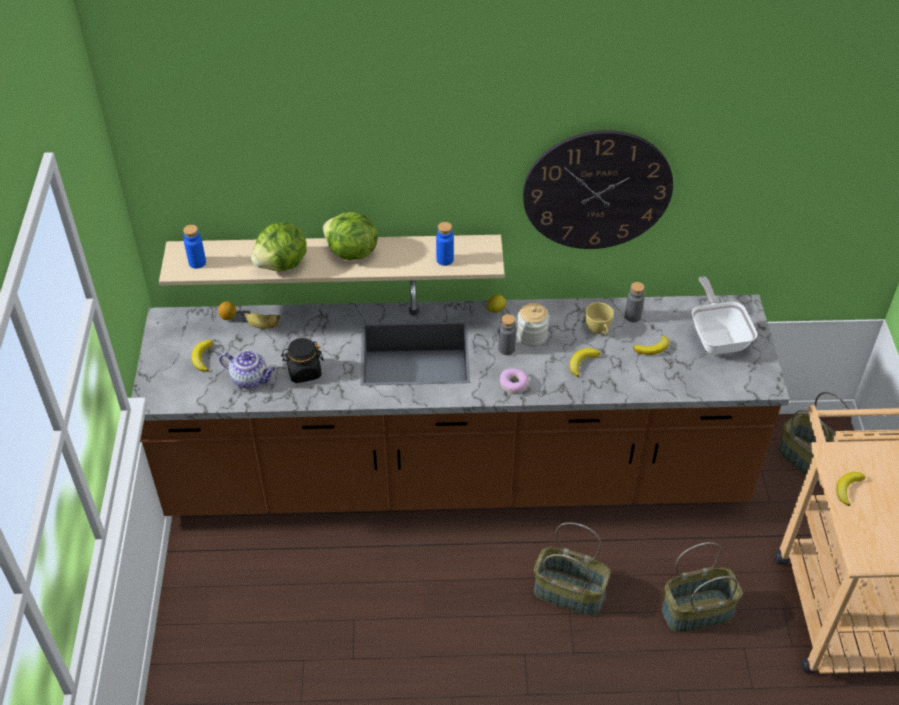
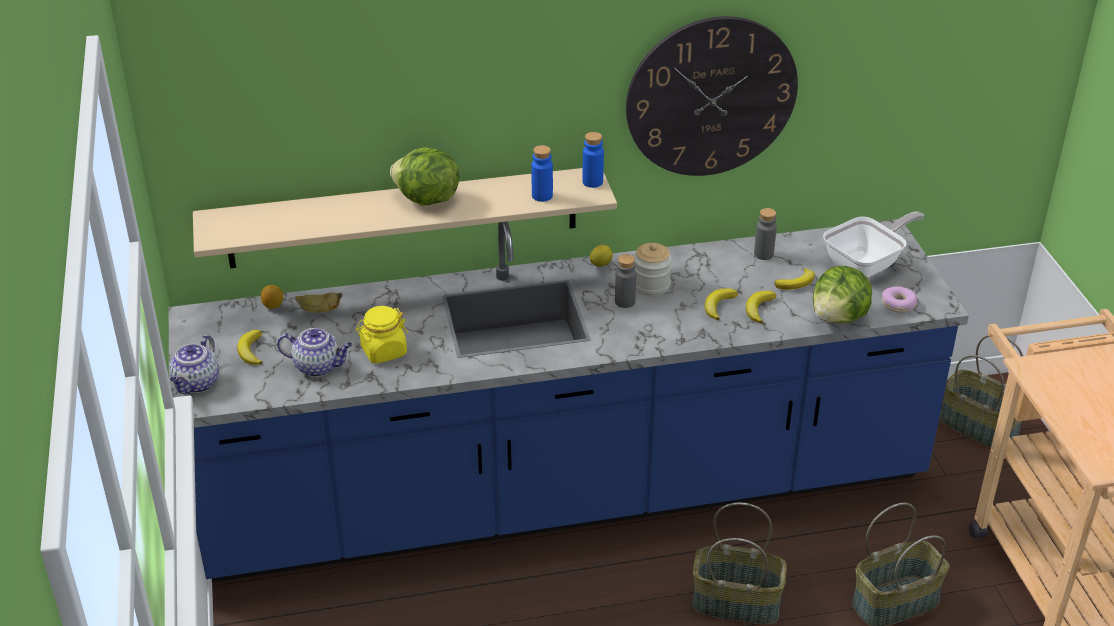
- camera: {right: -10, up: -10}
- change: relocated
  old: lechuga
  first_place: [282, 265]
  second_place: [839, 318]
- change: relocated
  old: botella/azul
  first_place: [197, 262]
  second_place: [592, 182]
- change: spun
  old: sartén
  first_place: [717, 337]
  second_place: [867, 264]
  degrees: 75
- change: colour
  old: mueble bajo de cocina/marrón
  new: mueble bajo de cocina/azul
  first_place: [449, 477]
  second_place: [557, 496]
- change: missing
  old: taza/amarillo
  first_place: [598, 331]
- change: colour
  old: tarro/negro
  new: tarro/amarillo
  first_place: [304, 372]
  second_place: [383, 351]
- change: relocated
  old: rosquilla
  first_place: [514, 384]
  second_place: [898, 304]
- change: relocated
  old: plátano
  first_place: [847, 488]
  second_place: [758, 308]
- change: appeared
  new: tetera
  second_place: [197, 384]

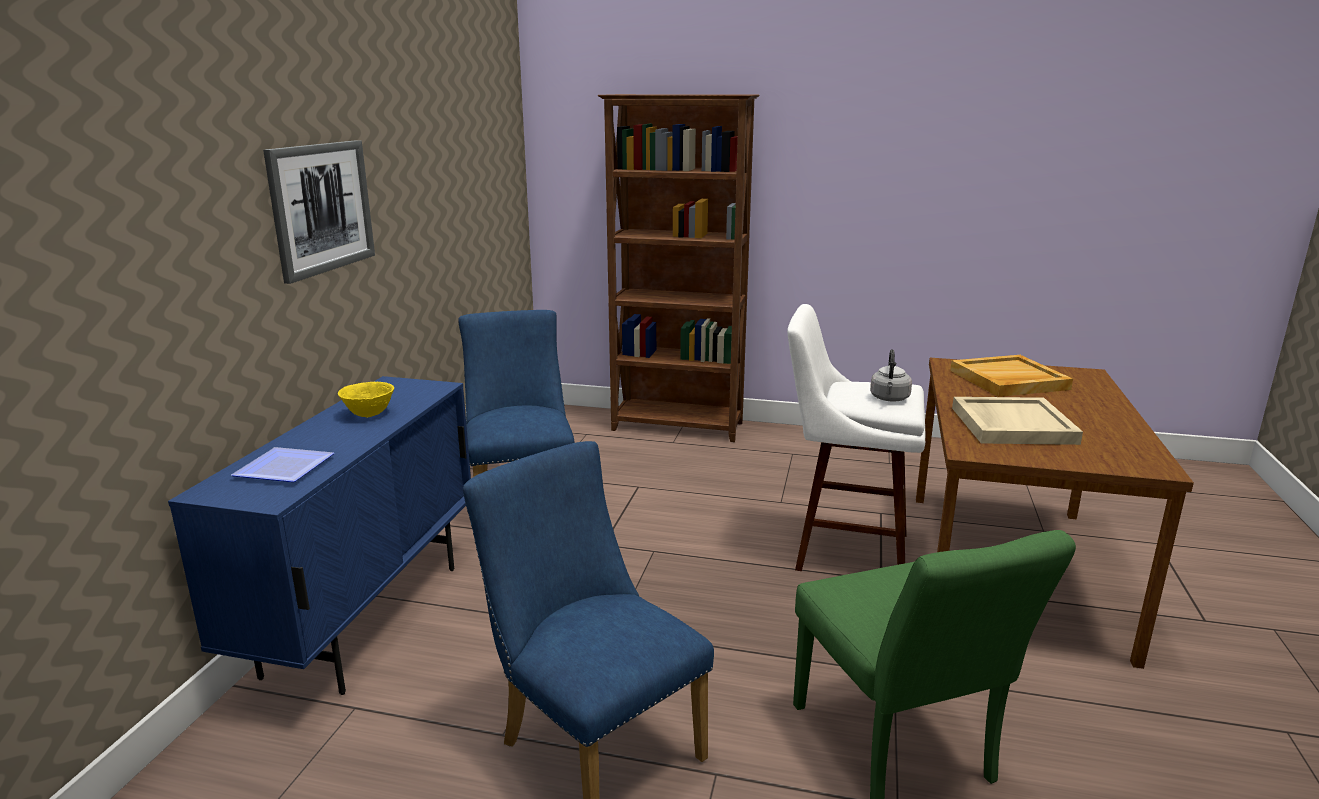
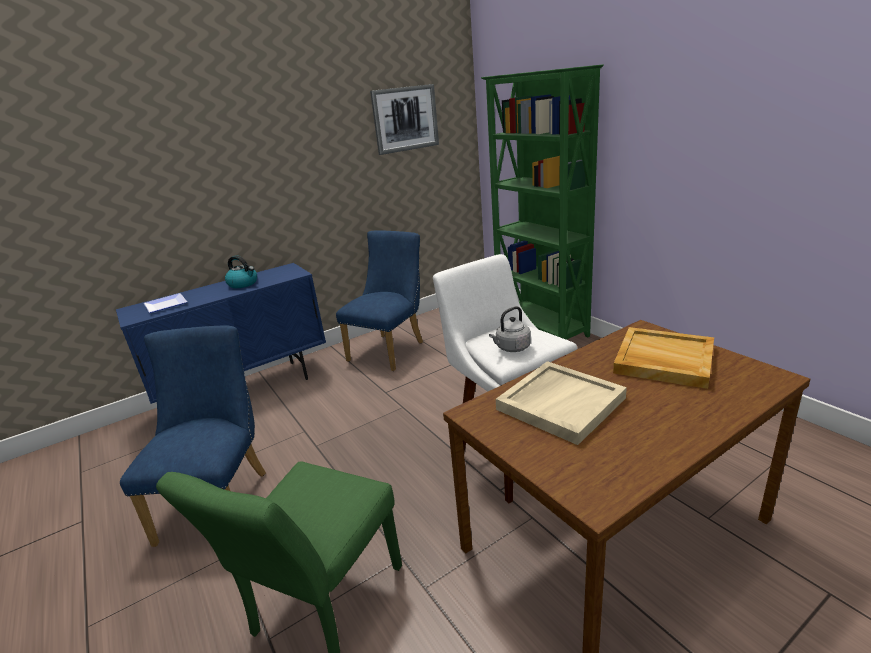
- camera: {right: 45, up: 5}
- change: colour
  old: estantería/marrón
  new: estantería/verde
  first_place: [678, 427]
  second_place: [541, 328]
- change: relocated
  old: cuadro
  first_place: [321, 208]
  second_place: [405, 119]
- change: exchanged
  old: cuenco/amarillo
  new: hervidor
  first_place: [368, 414]
  second_place: [243, 284]

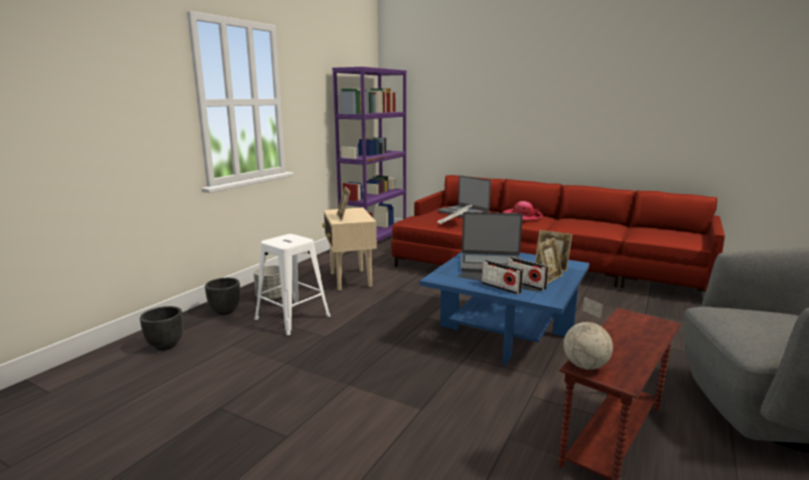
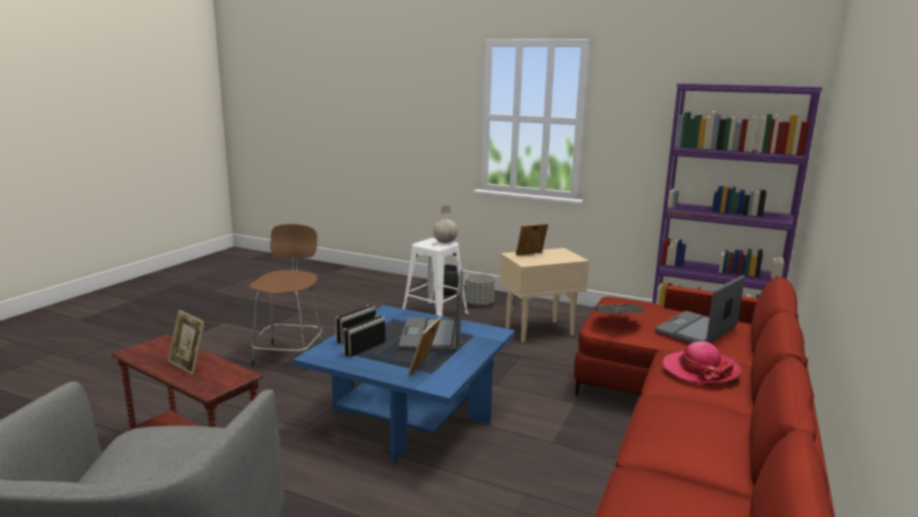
- camera: {right: 85, up: 0}
- change: relocated
  old: portarretratos
  first_place: [549, 278]
  second_place: [188, 365]
- change: relocated
  old: globo terráqueo
  first_place: [585, 365]
  second_place: [445, 243]
- change: missing
  old: maceta/negro
  first_place: [165, 345]
- change: appeared
  new: taburete/marrón
  second_place: [289, 355]

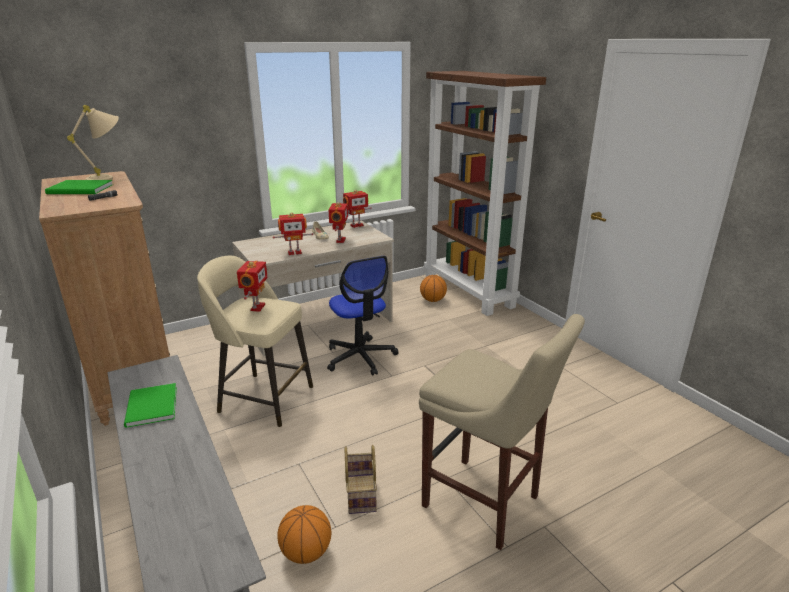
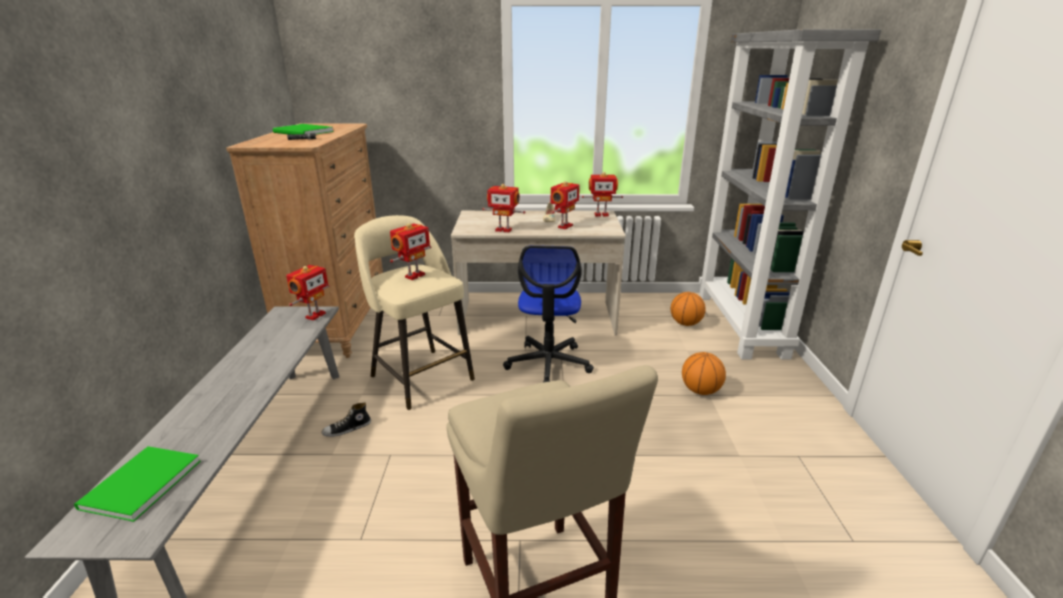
- camera: {right: 30, up: 0}
- change: colour
  old: estantería/marrón
  new: estantería/gris
  first_place: [469, 291]
  second_place: [741, 324]
- change: missing
  old: lámpara de mesa/beis
  first_place: [109, 178]
- change: relocated
  old: libro/verde
  first_place: [150, 408]
  second_place: [137, 485]
- change: missing
  old: cesta
  first_place: [360, 493]
- change: relocated
  old: balón de baloncesto
  first_place: [306, 552]
  second_place: [700, 391]
- change: appeared
  new: robot de juguete
  second_place: [314, 315]
- change: appeared
  new: zapato
  second_place: [347, 429]

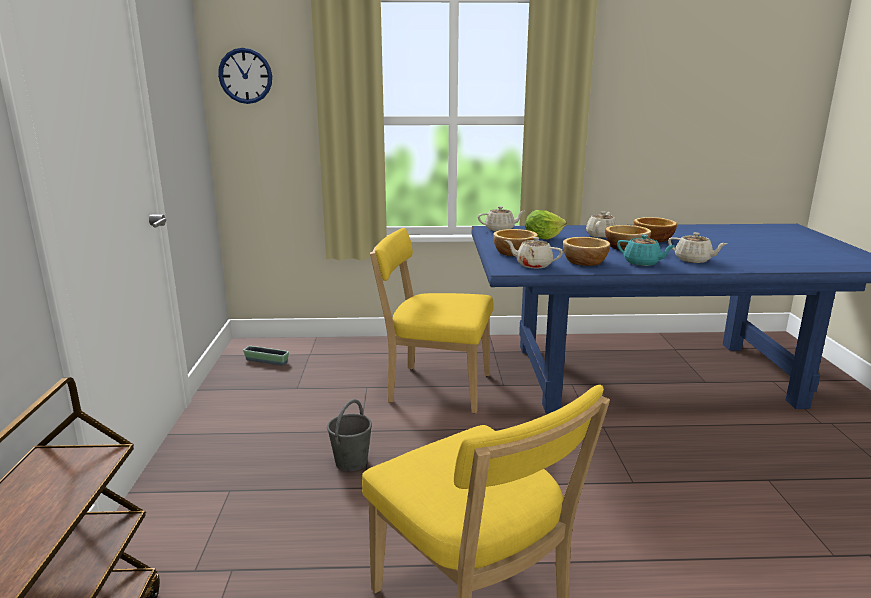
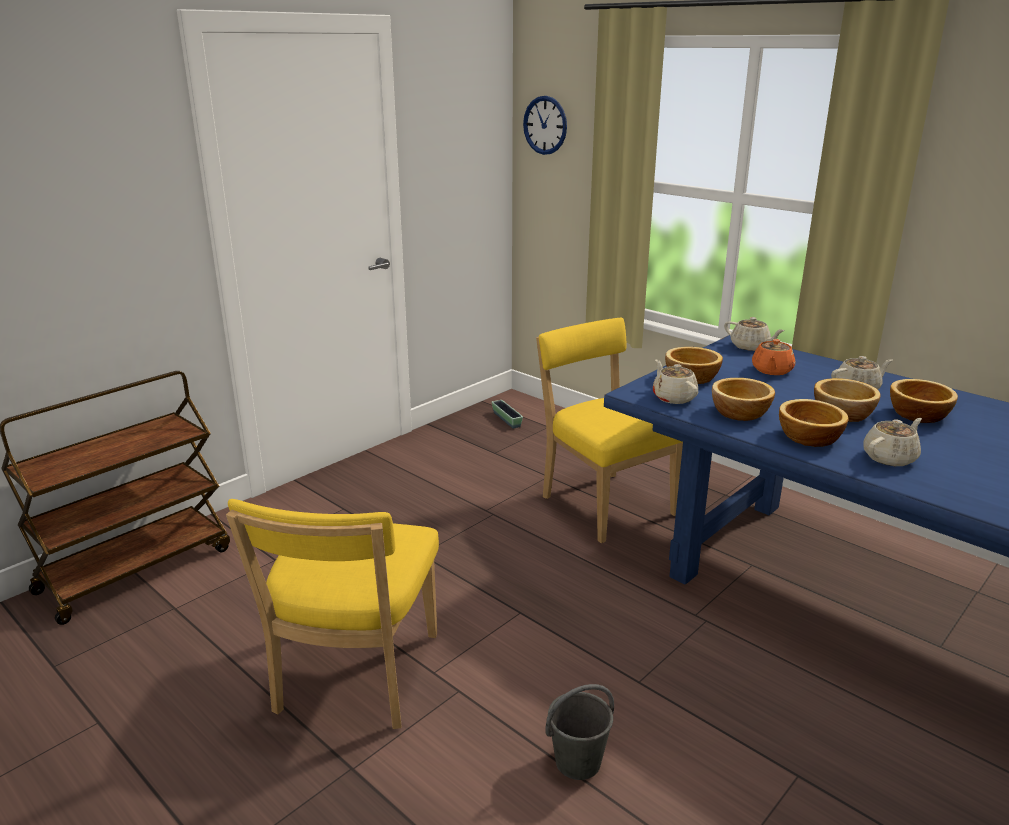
- camera: {right: 45, up: 5}
- change: exchanged
  old: lechuga
  new: tetera/naranja
  first_place: [542, 238]
  second_place: [771, 371]
- change: spun
  old: tetera/beis
  first_place: [693, 260]
  second_place: [890, 458]
  degrees: -120
- change: exchanged
  old: tetera/turquesa
  new: cuenco
  first_place: [642, 263]
  second_place: [807, 437]
- change: relocated
  old: cubo/gris
  first_place: [351, 462]
  second_place: [578, 761]

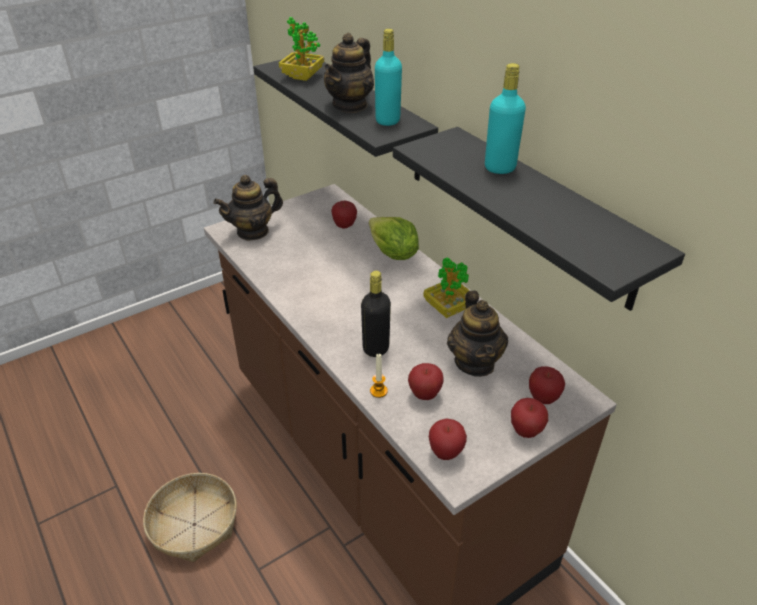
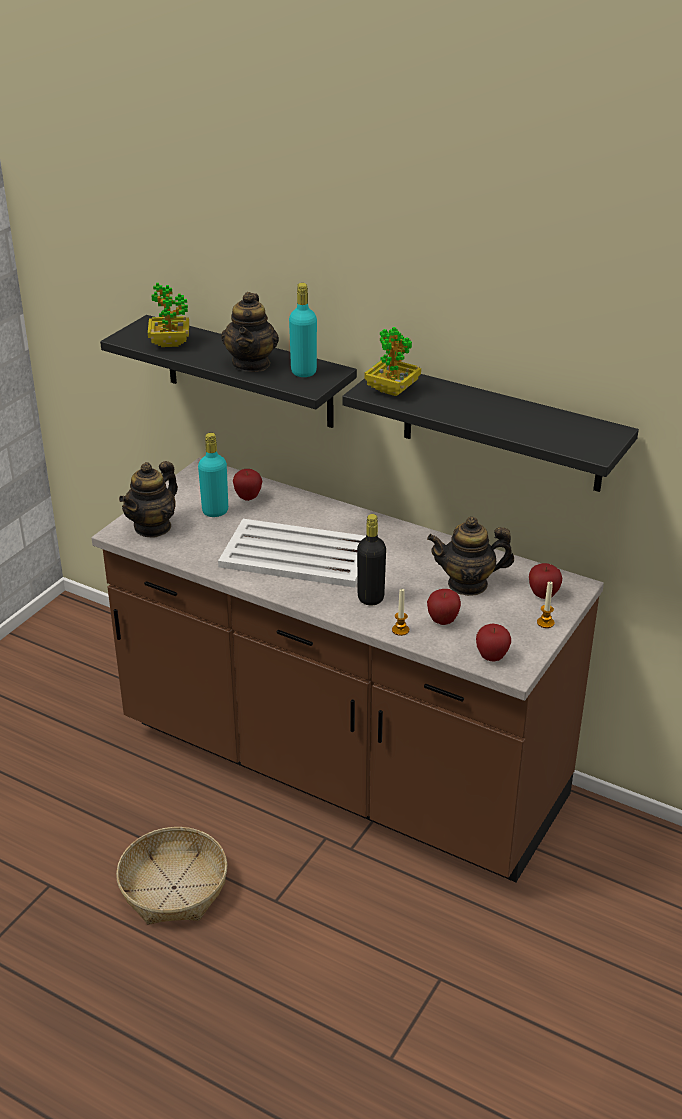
- camera: {right: -25, up: -5}
- change: relocated
  old: botella/turquesa
  first_place: [500, 168]
  second_place: [215, 511]
- change: missing
  old: lechuga
  first_place: [393, 254]
- change: relocated
  old: planta en maceta
  first_place: [448, 309]
  second_place: [392, 390]
- change: spun
  old: tetera
  first_place: [475, 362]
  second_place: [468, 584]
  degrees: 120
- change: exchanged
  old: manzana
  new: vela
  first_place: [526, 431]
  second_place: [545, 623]
- change: appeared
  new: bandeja/blanco
  second_place: [295, 554]

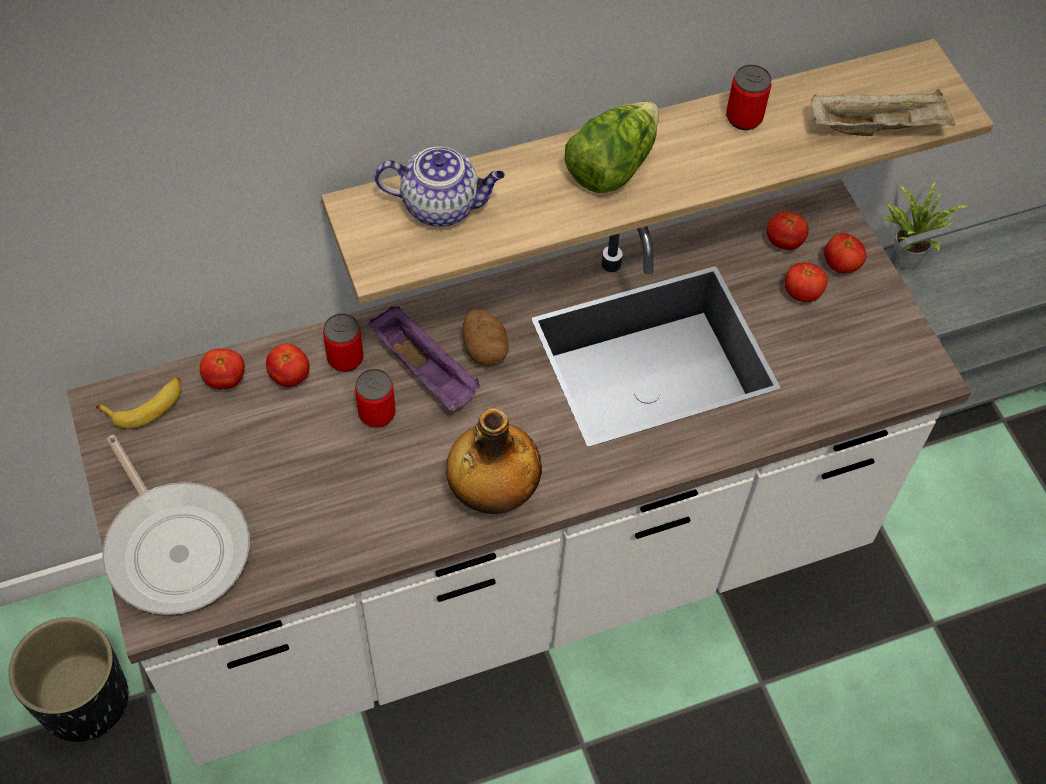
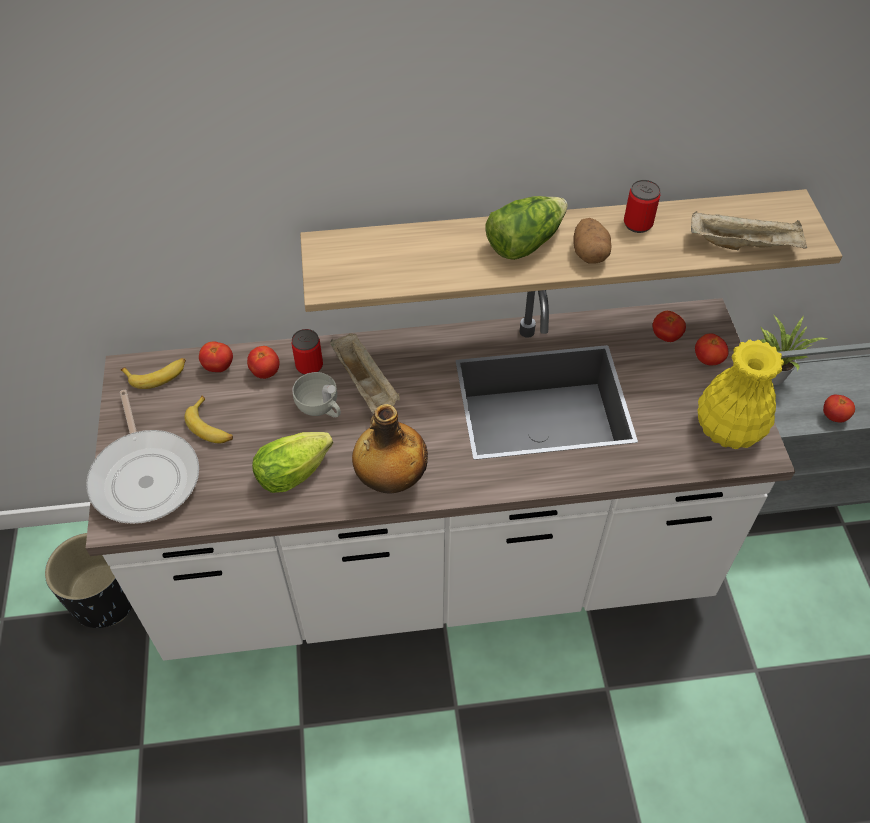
- camera: {right: 15, up: -5}
- change: missing
  old: tetera
  first_place: [442, 206]
- change: relocated
  old: tomate
  first_place: [802, 293]
  second_place: [834, 416]
- change: colour
  old: bandeja/morado
  new: bandeja/beis
  first_place: [426, 371]
  second_place: [366, 384]
- change: relocated
  old: patata
  first_place: [484, 348]
  second_place: [589, 253]
- change: exchanged
  old: lata
  new: taza/blanco
  first_place: [377, 413]
  second_place: [321, 408]
- change: appeared
  new: florero/amarillo
  second_place: [729, 430]
- change: appeared
  new: plátano
  second_place: [211, 426]
- change: appeared
  new: lechuga
  second_place: [297, 471]

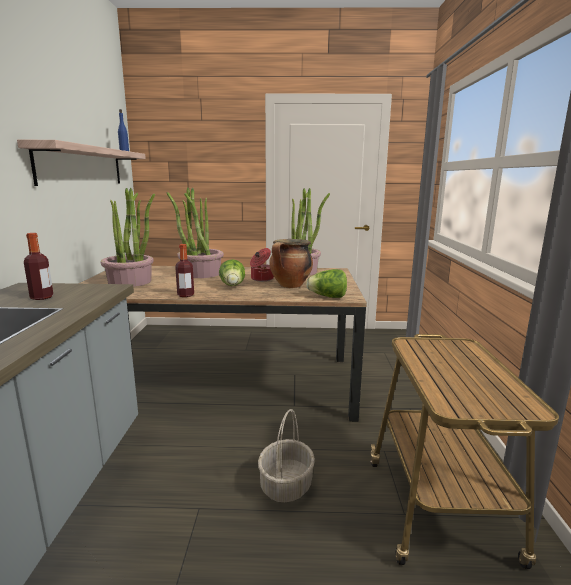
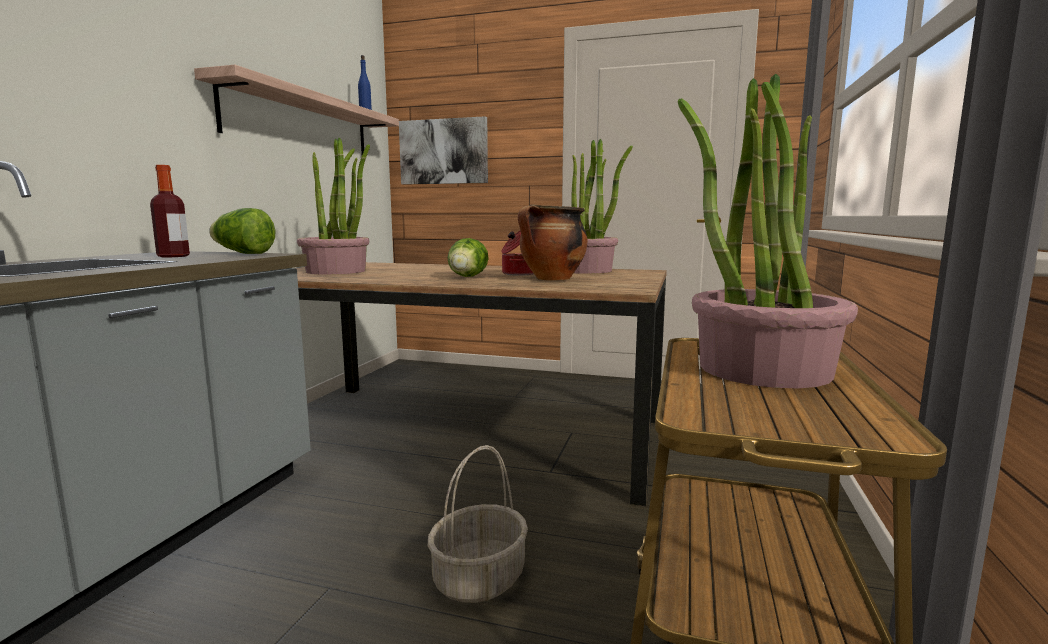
- camera: {right: 15, up: -5}
- change: relocated
  old: planta en maceta
  first_place: [201, 273]
  second_place: [762, 369]
- change: missing
  old: botella
  first_place: [185, 295]
- change: relocated
  old: lechuga
  first_place: [328, 297]
  second_place: [243, 253]
- change: appeared
  new: cuadro
  second_place: [444, 152]

